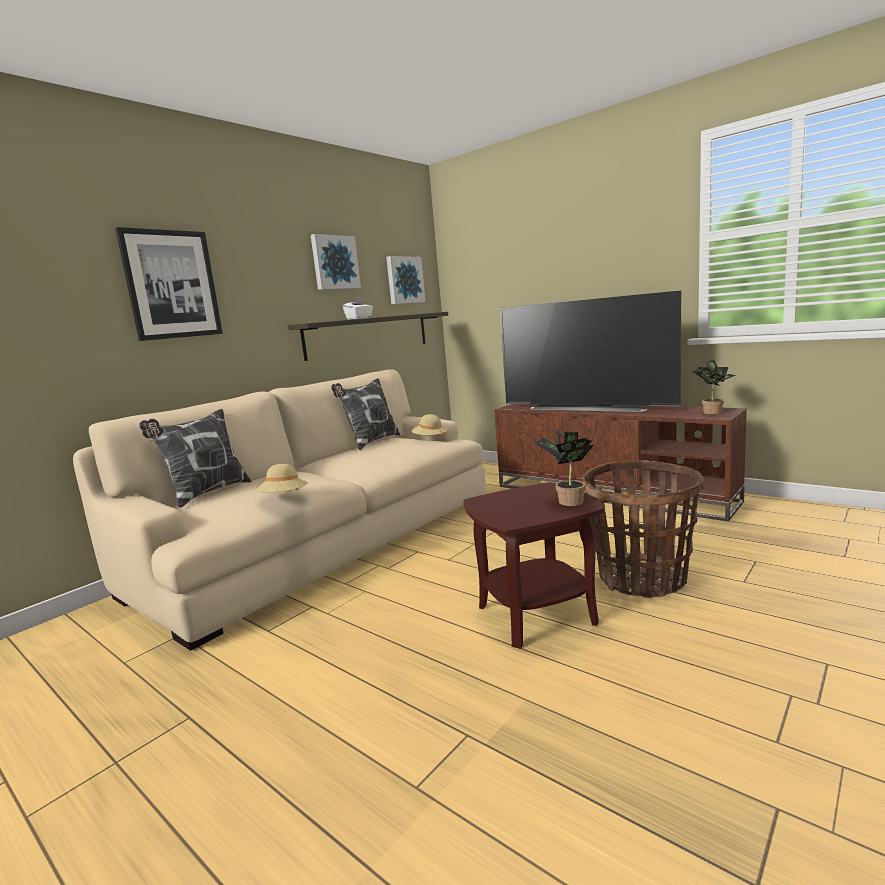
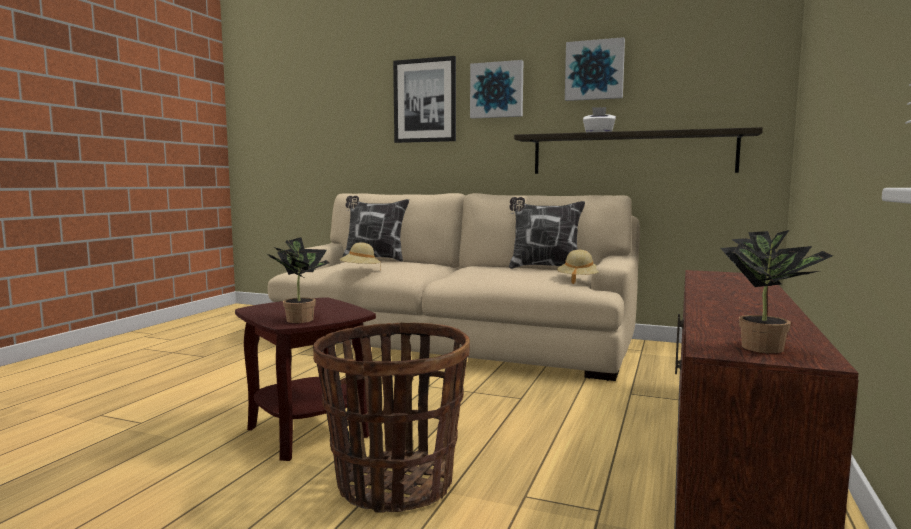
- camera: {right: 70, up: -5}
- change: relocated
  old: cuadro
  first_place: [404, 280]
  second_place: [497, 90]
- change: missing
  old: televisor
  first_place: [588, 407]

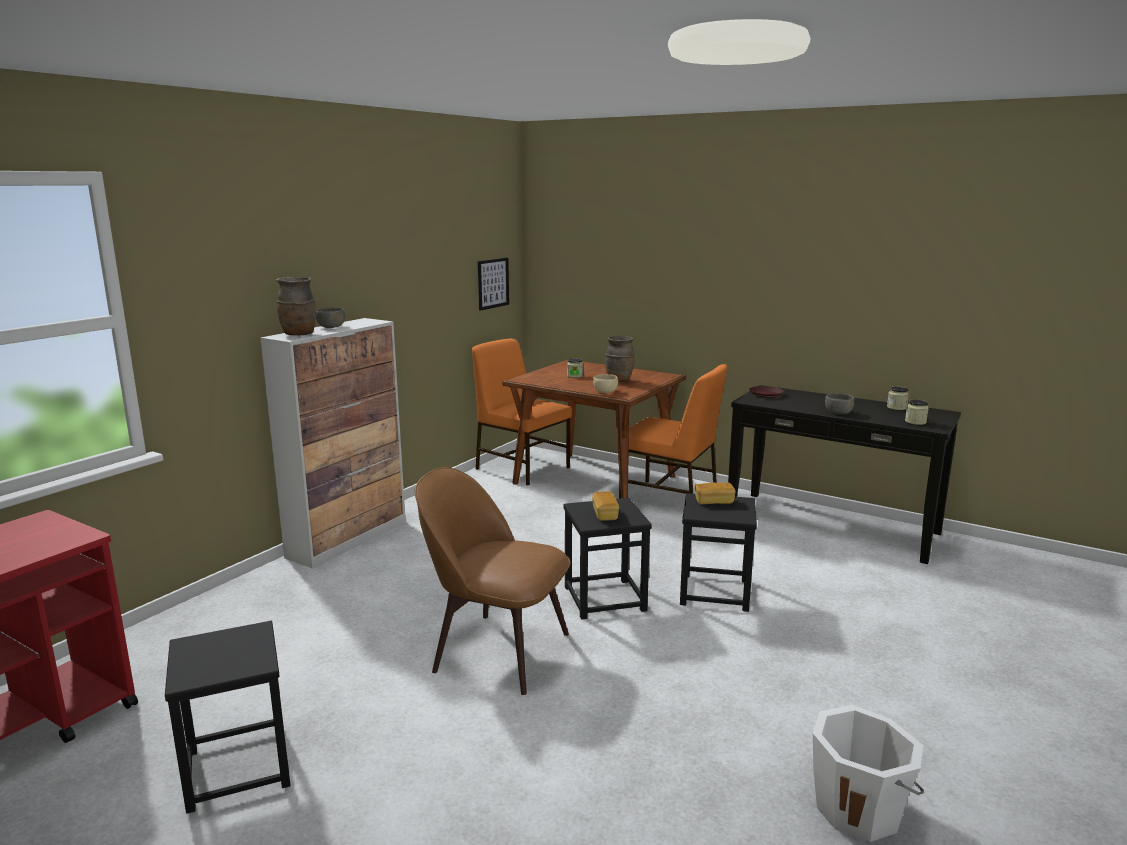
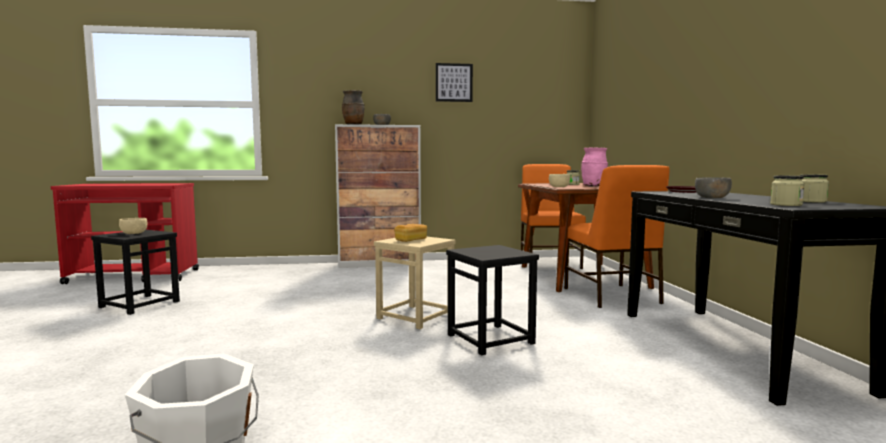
- camera: {right: 50, up: -10}
- change: relocated
  old: cuadro
  first_place: [493, 283]
  second_place: [454, 82]
- change: colour
  old: florero/marrón
  new: florero/rosa
  first_place: [619, 381]
  second_place: [593, 186]
- change: missing
  old: silla/marrón
  first_place: [496, 650]
- change: missing
  old: pan
  first_place: [714, 502]
- change: colour
  old: taburete/negro
  new: taburete/beis
  first_place: [604, 598]
  second_place: [416, 316]
- change: appeared
  new: cuenco/beis
  second_place: [133, 233]

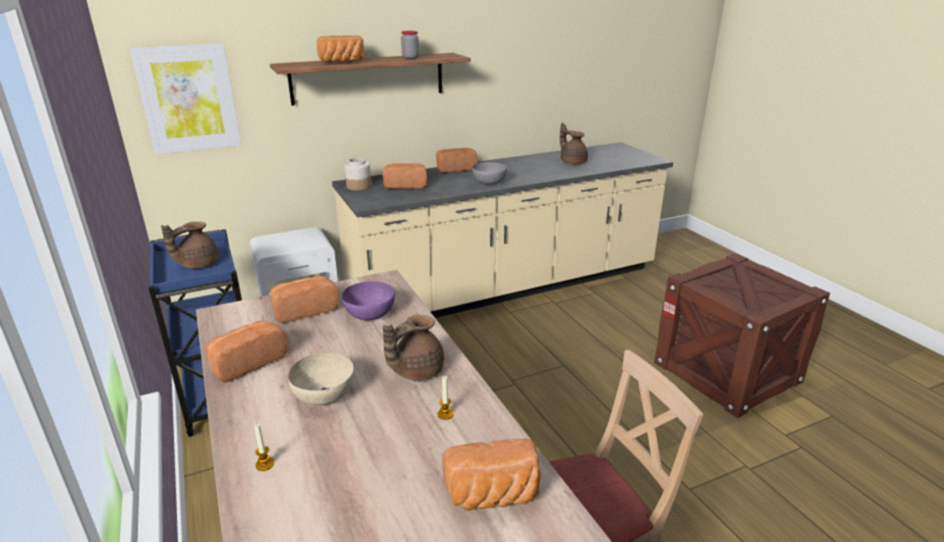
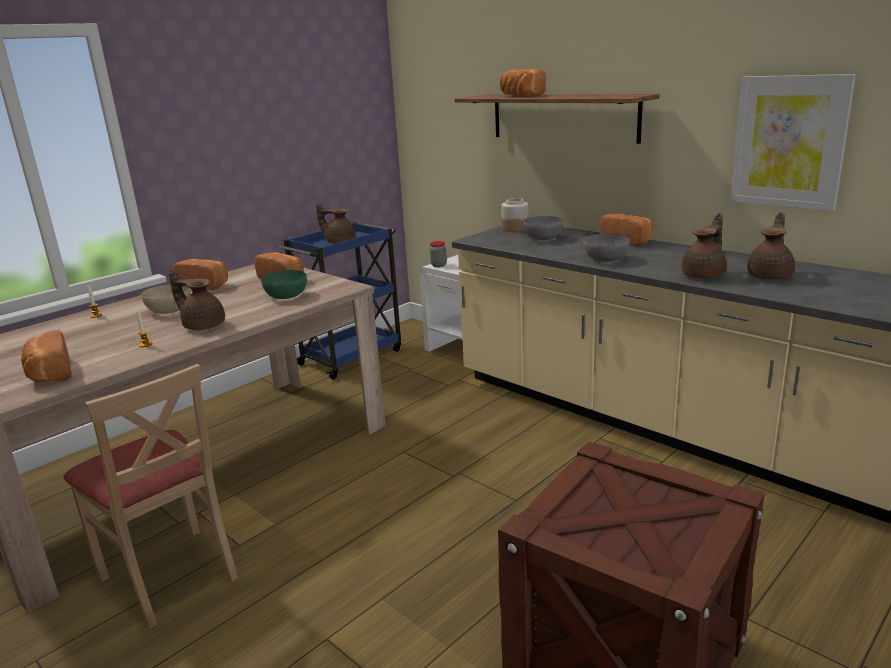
- camera: {right: 70, up: -5}
- change: relocated
  old: tarro
  first_place: [410, 58]
  second_place: [438, 265]
- change: relocated
  old: cuadro
  first_place: [188, 99]
  second_place: [788, 142]
- change: exchanged
  old: pan
  new: cuenco/gris
  first_place: [405, 185]
  second_place: [542, 238]
- change: colour
  old: cuenco/morado
  new: cuenco/verde
  first_place: [370, 313]
  second_place: [287, 295]
- change: appeared
  new: tetera/marrón
  second_place: [705, 275]

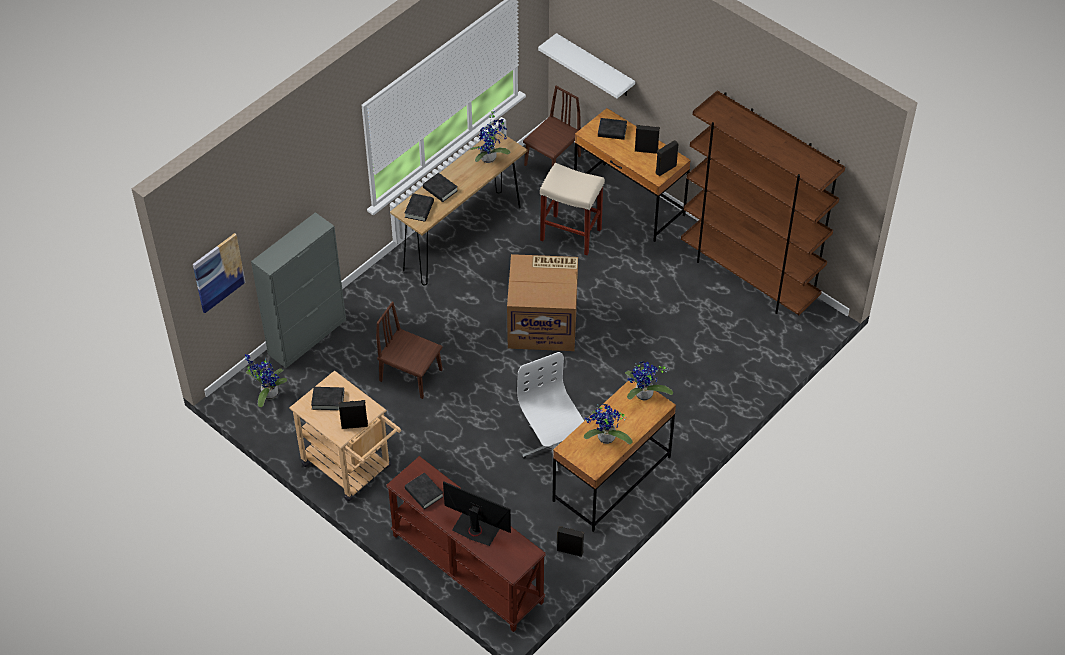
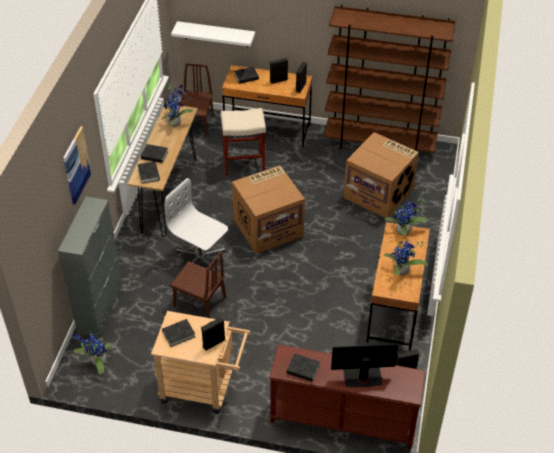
- camera: {right: -30, up: -5}
- change: relocated
  old: cuadro
  first_place: [218, 272]
  second_place: [76, 165]
- change: spun
  old: silla/marrón
  first_place: [411, 375]
  second_place: [199, 301]
  degrees: -150
- change: relocated
  old: silla de oficina/blanco
  first_place: [552, 447]
  second_place: [200, 257]
- change: appeared
  new: caja de cartón
  second_place: [379, 193]

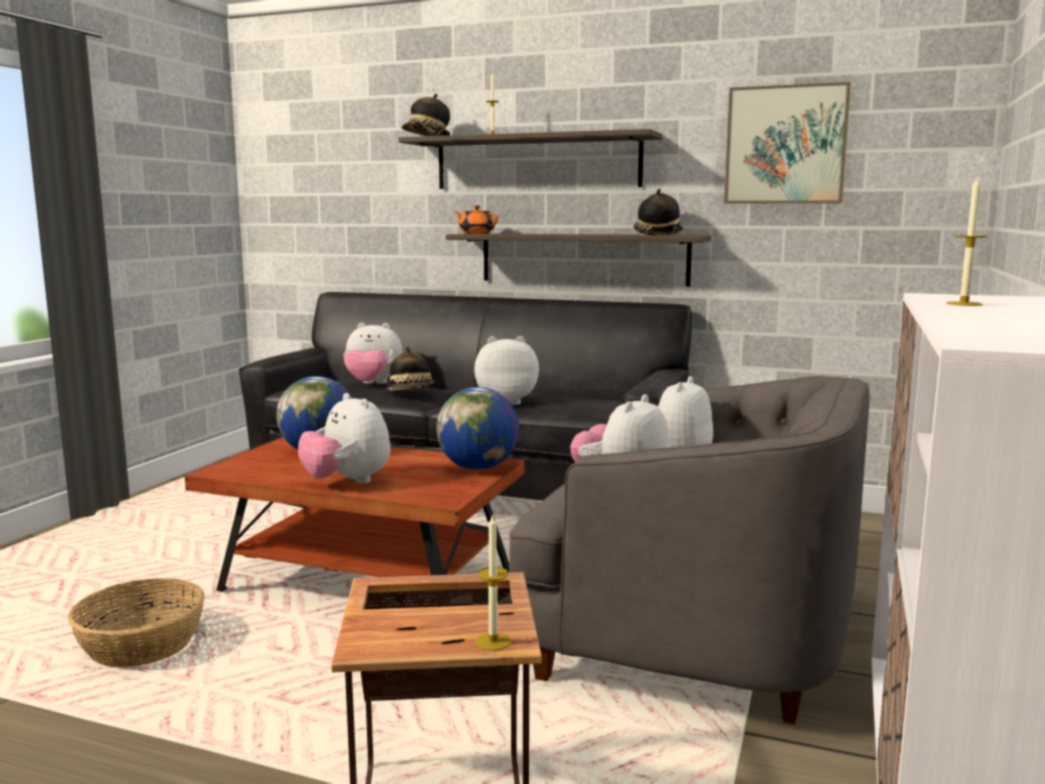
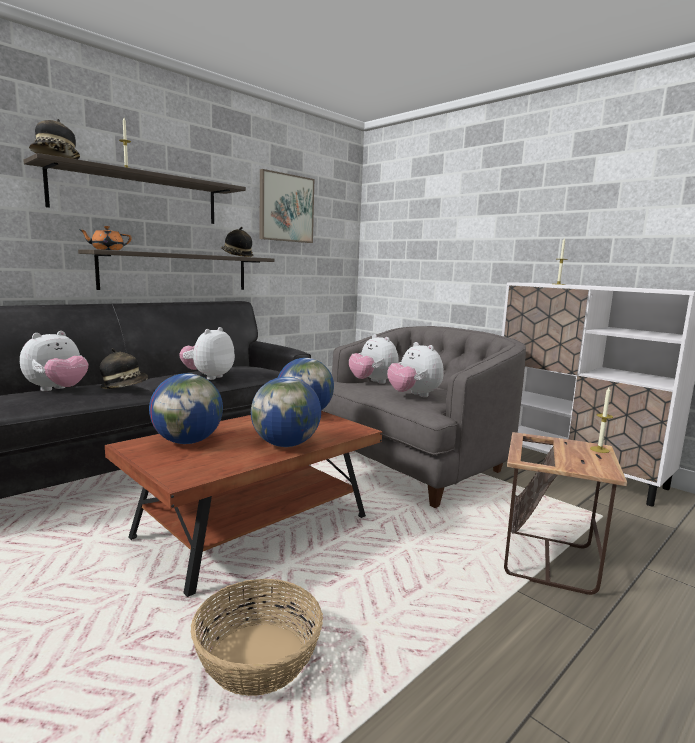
- camera: {right: -65, up: 0}
- change: exchanged
  old: peluche
  new: globo terráqueo
  first_place: [347, 482]
  second_place: [286, 445]

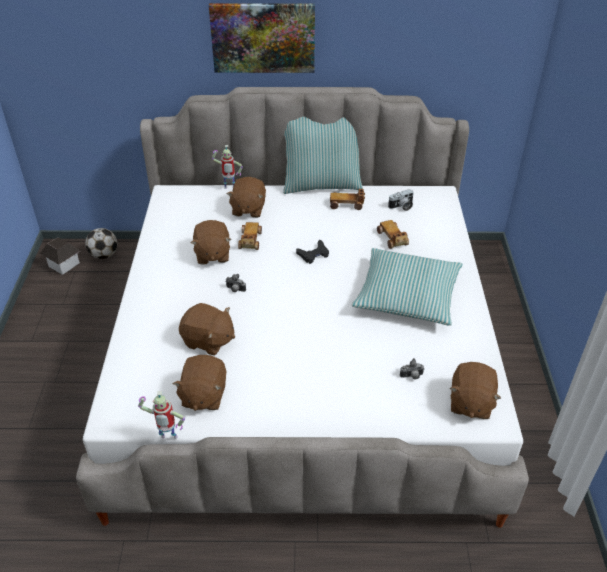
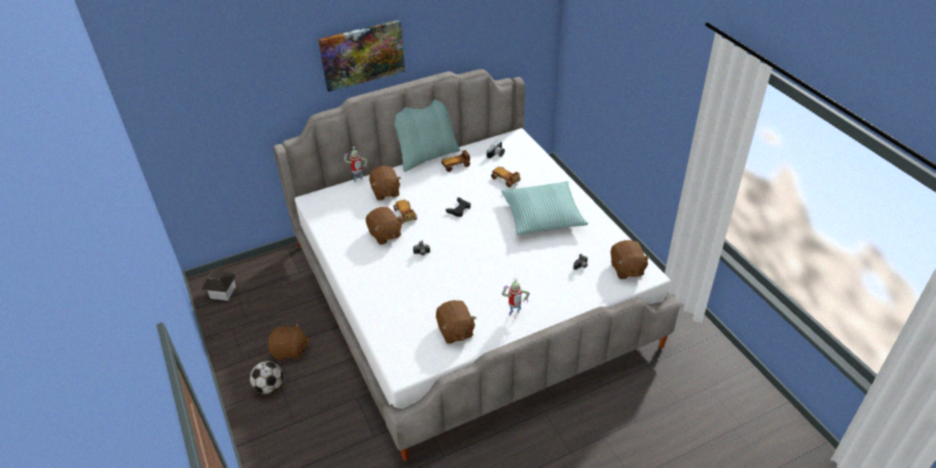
- camera: {right: -25, up: 0}
- change: relocated
  old: balón de fútbol
  first_place: [104, 255]
  second_place: [269, 387]
- change: relocated
  old: peluche/marrón
  first_place: [208, 341]
  second_place: [290, 350]
- change: relocated
  old: robot de juguete
  first_place: [168, 439]
  second_place: [514, 314]

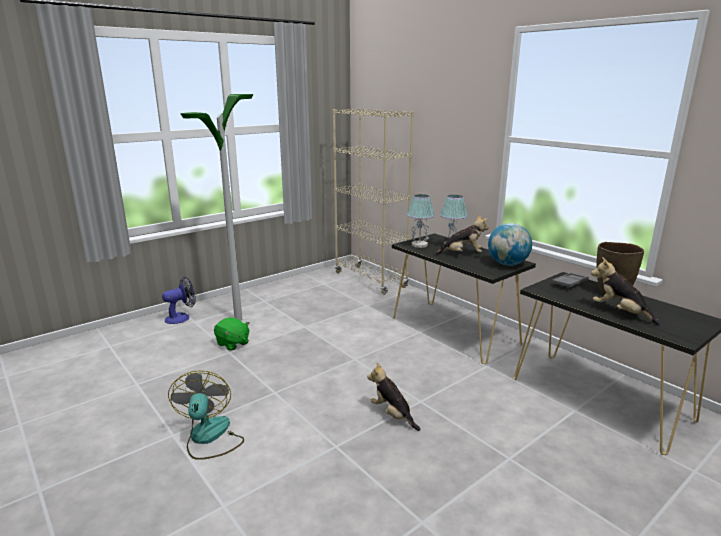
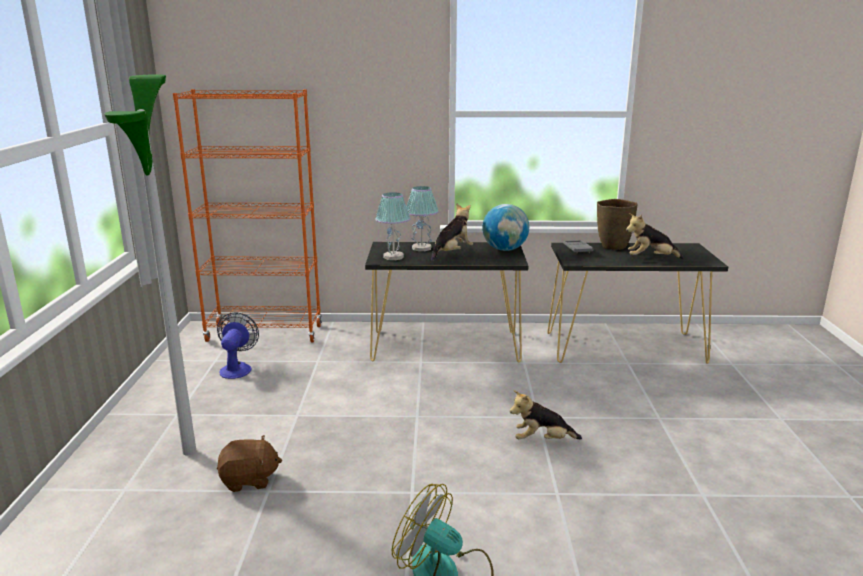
- camera: {right: -50, up: 0}
- change: colour
  old: estantería/beis
  new: estantería/naranja
  first_place: [370, 280]
  second_place: [265, 333]
- change: relocated
  old: ventilador
  first_place: [181, 317]
  second_place: [237, 368]
- change: colour
  old: peluche/verde
  new: peluche/marrón
  first_place: [232, 343]
  second_place: [249, 480]

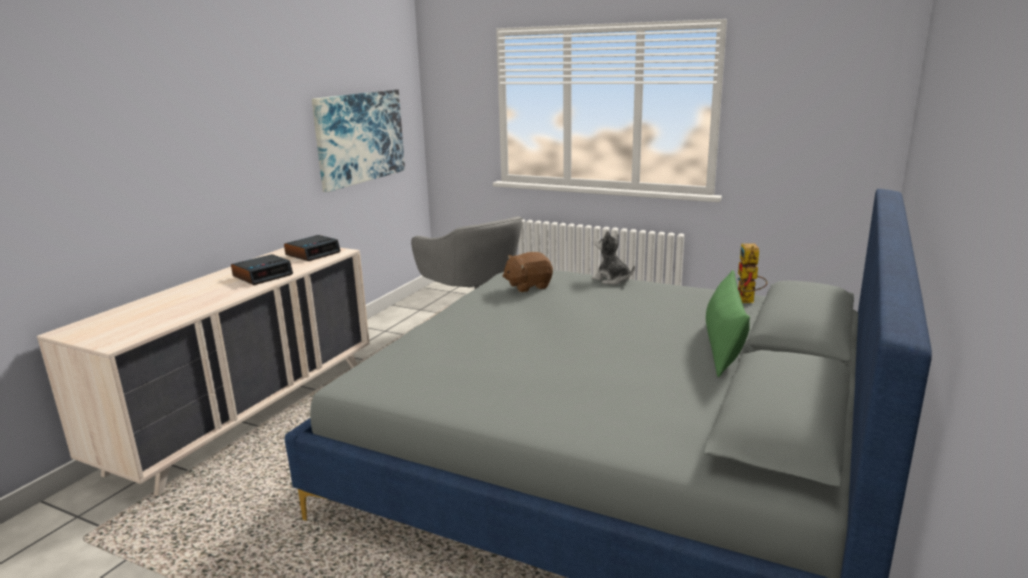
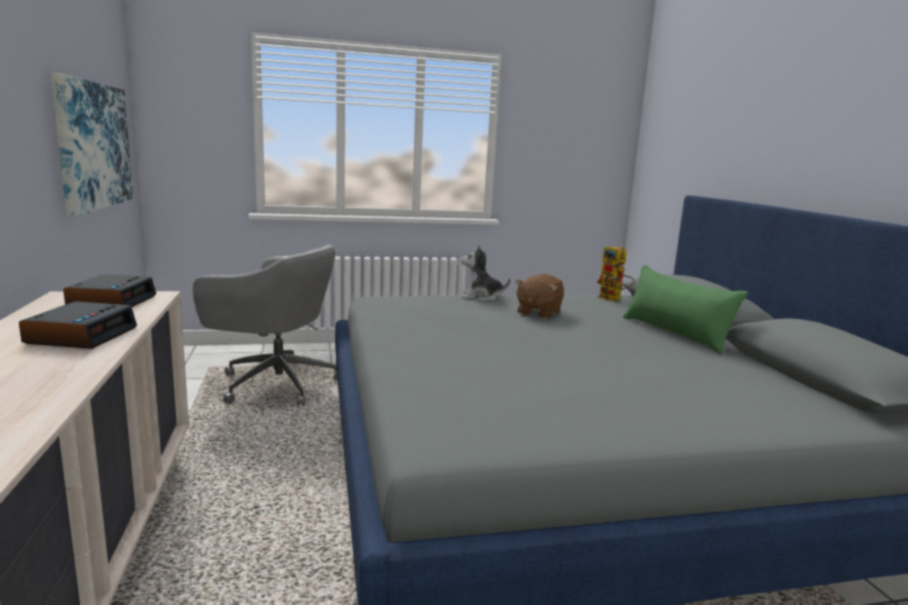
- camera: {right: -40, up: -5}
- change: relocated
  old: peluche/marrón
  first_place: [528, 286]
  second_place: [538, 312]

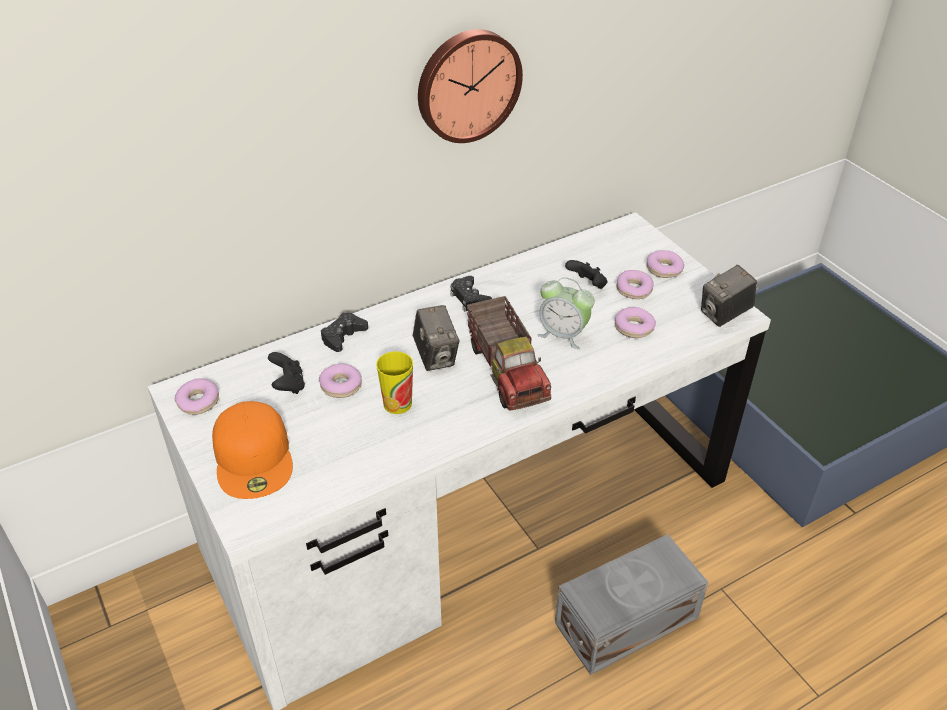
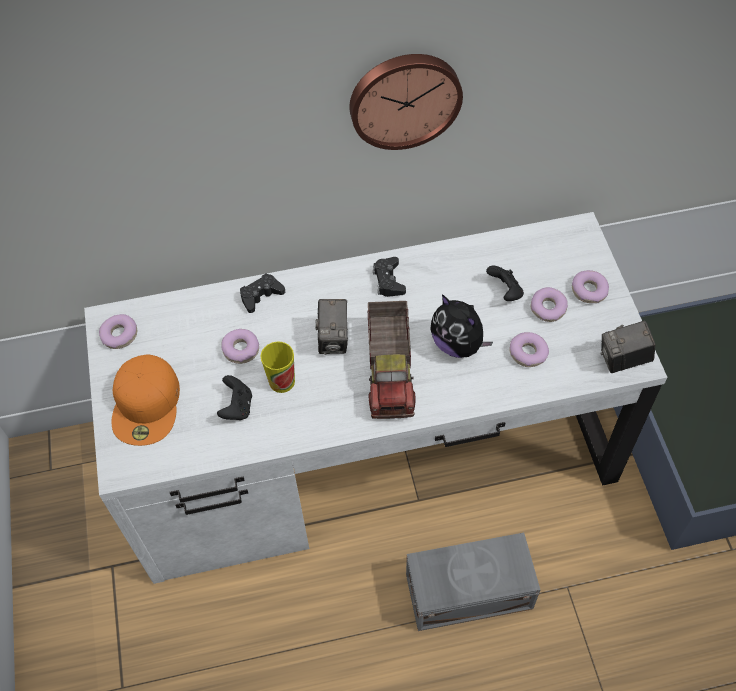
- camera: {right: 20, up: 15}
- change: exchanged
  old: despertador
  new: peluche
  first_place: [563, 334]
  second_place: [458, 344]
- change: relocated
  old: mando de consola/negro
  first_place: [288, 385]
  second_place: [237, 407]

